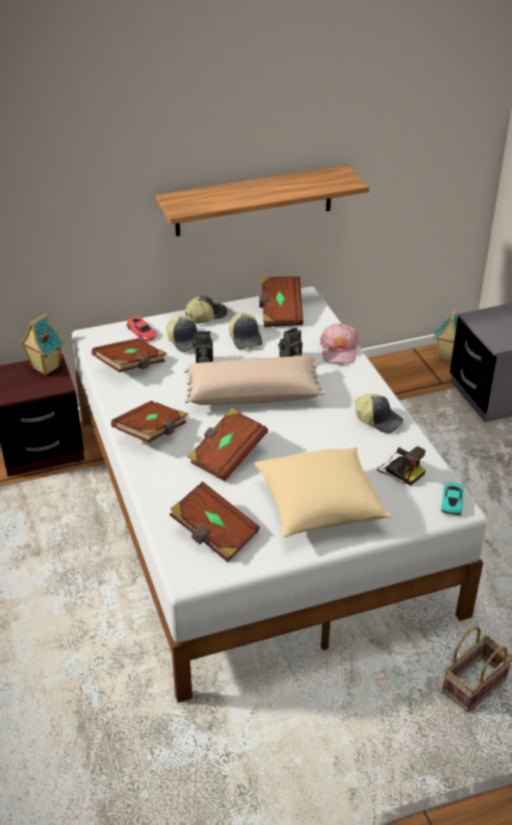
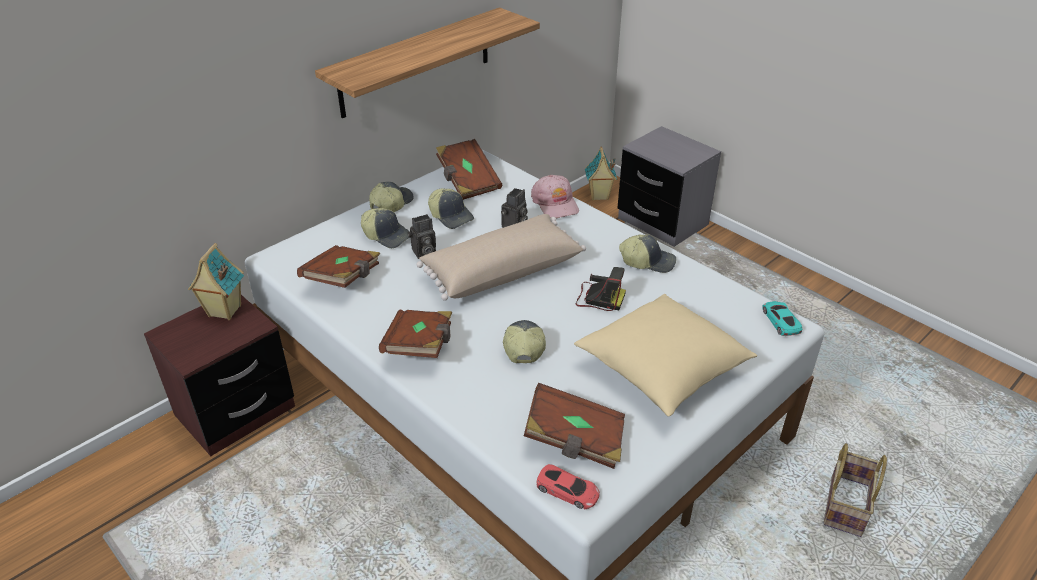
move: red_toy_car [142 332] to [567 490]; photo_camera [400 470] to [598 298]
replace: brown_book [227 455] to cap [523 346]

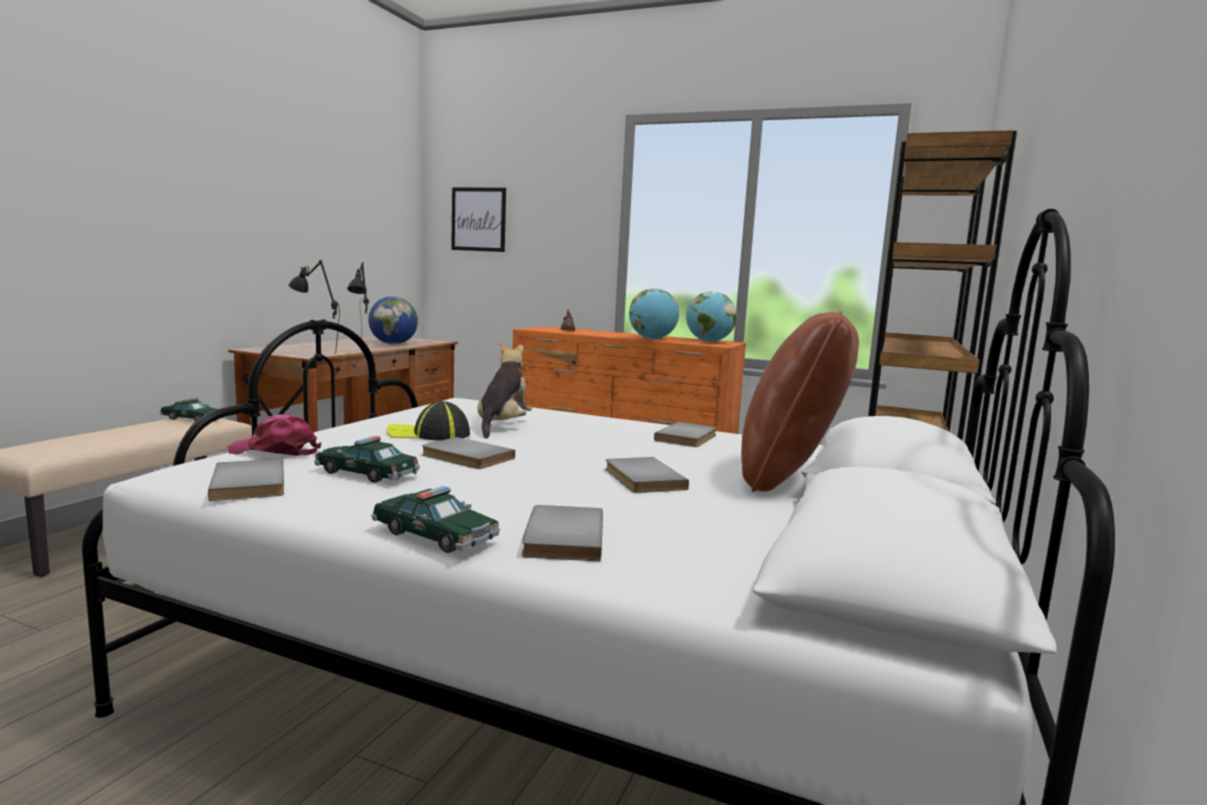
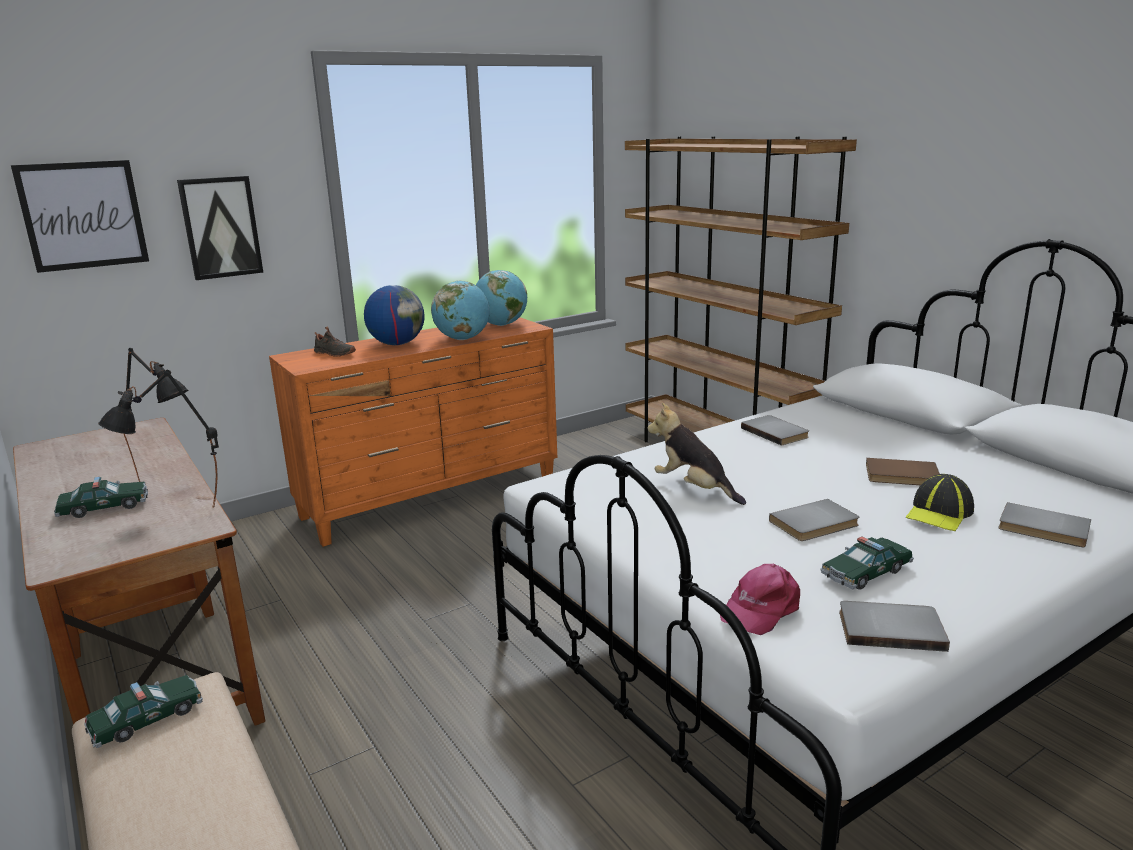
delete: brown_pillow [790 477]
insert: picture [221 227]
move: globe [393 344] to [397 344]; toy_car [434 536] to [104 507]; cap [429 434] to [939 513]
recolor: grey_book [641 479] to brown_book [902 476]

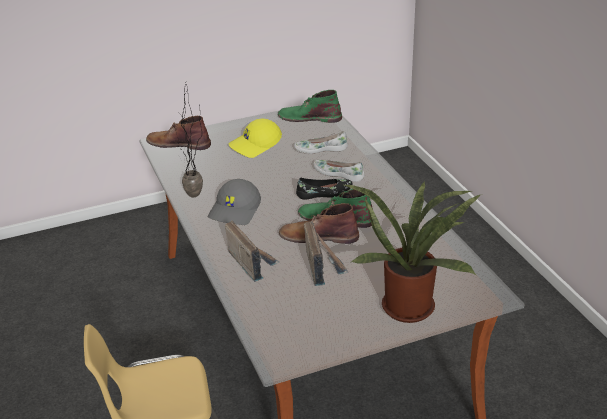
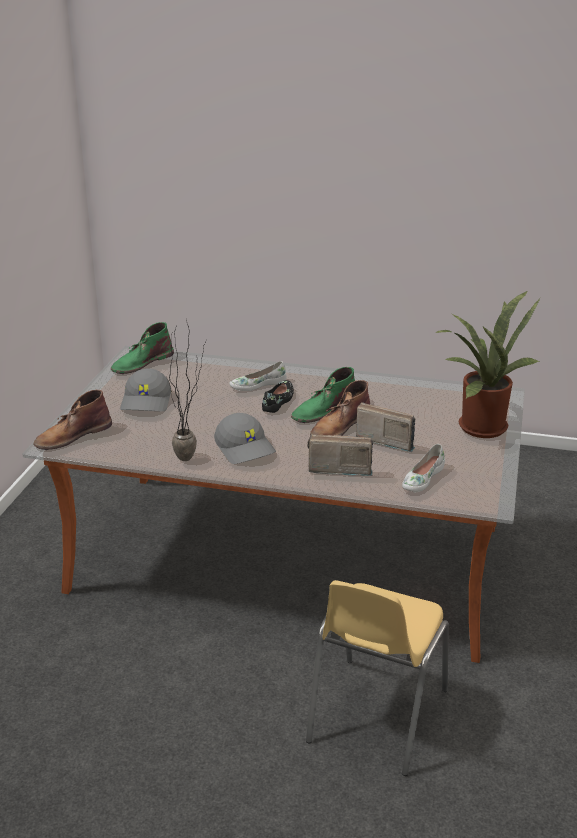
move: white_shoe [320 149] to [422 478]
recolor: yellow_cap [255 146] to grey_cap [147 401]

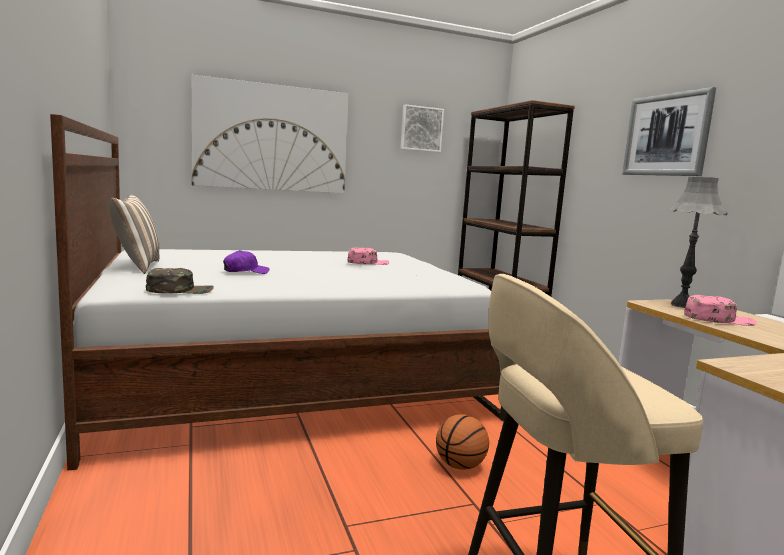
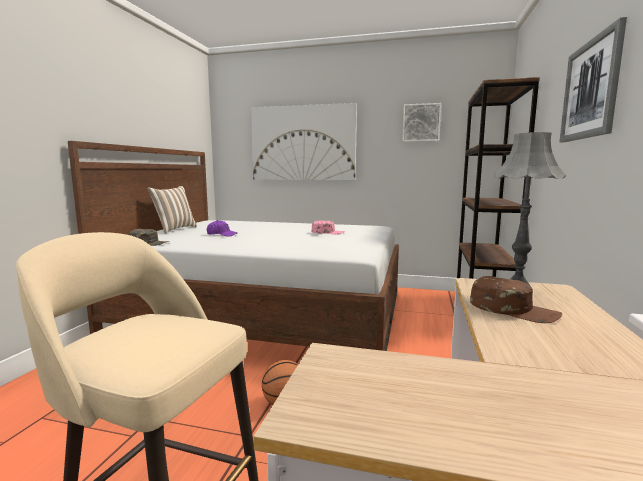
recolor: pink_cap [718 319] to brown_cap [513 309]

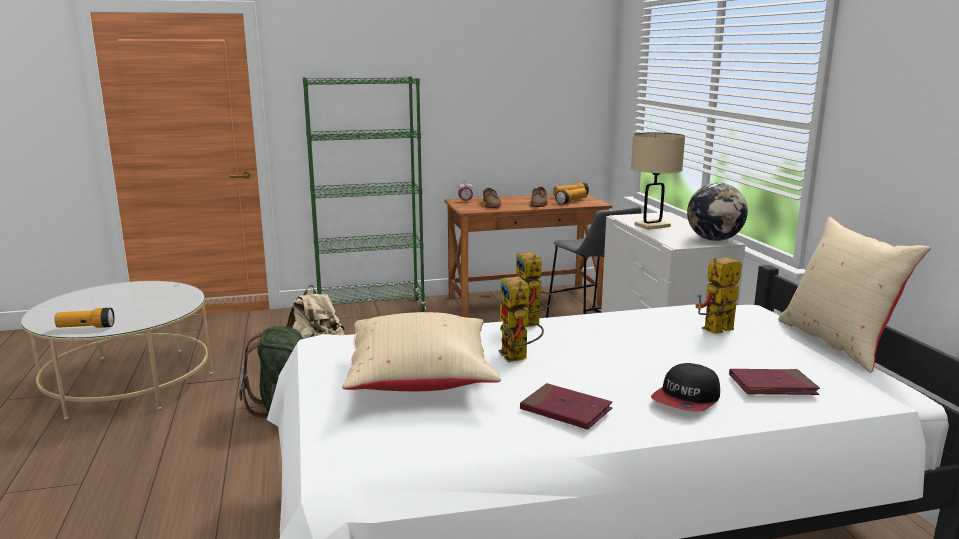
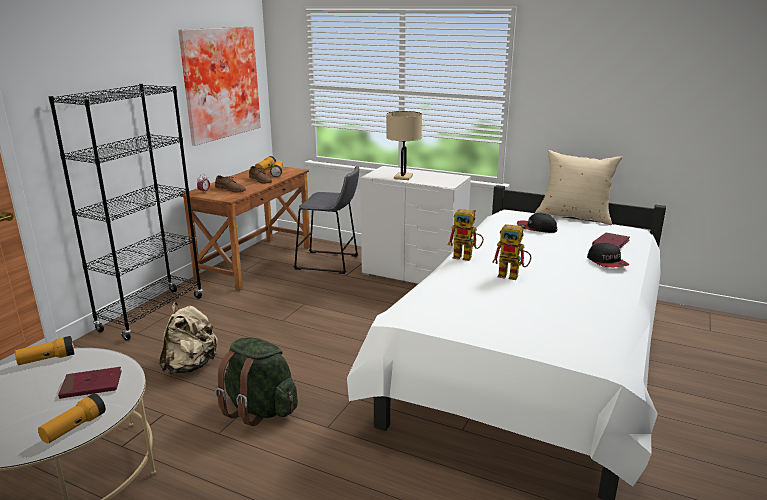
delete: beige_pillow [421 379]; globe [714 239]
insert: flashlight [47 359]; picture [219 83]
move: red_book [565 410] to [91 385]
replace: toy_robot [715 331] to cap [536 228]
recolor: green_bookcase [371 309] to black_bookcase [152 314]

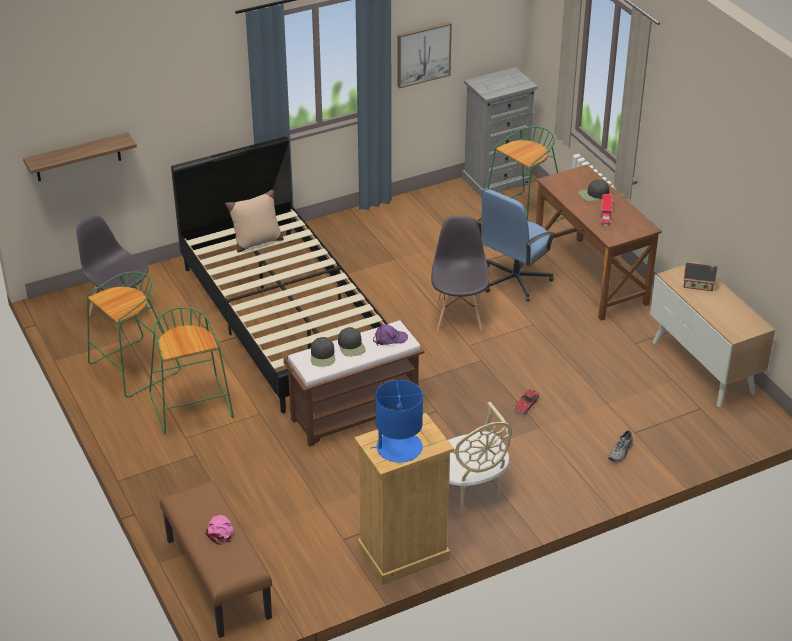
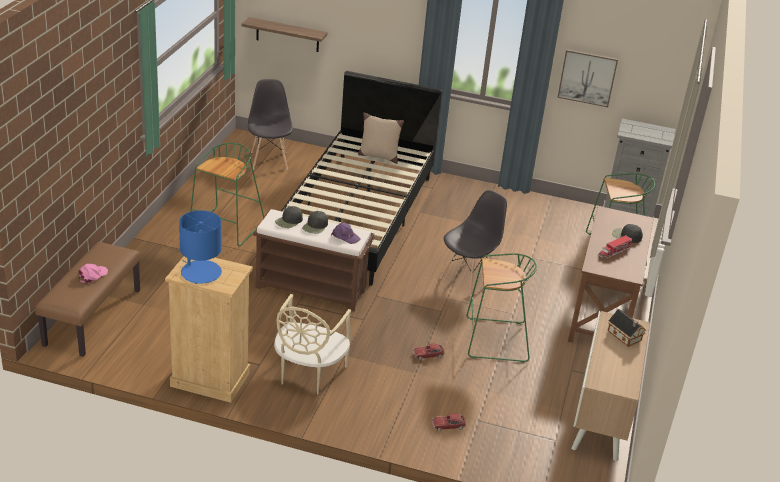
delete: blue_office_chair [514 280]
move: green_stool [133 369] to [494 340]
replace: grey_shoe [621 452] to toy_car [448 425]

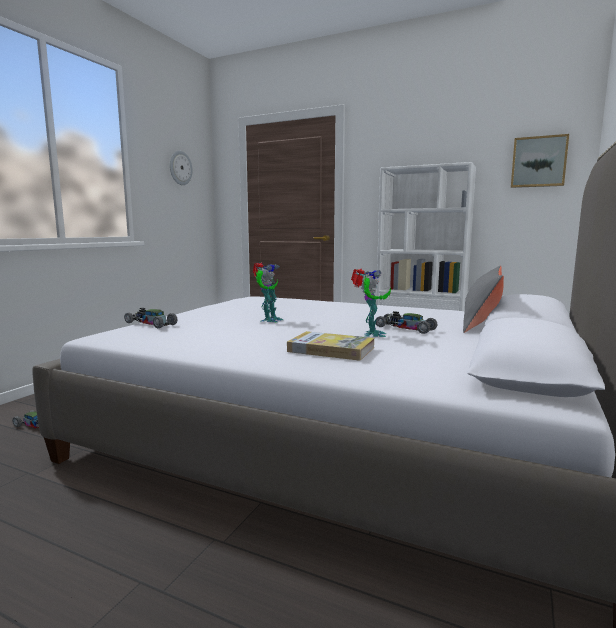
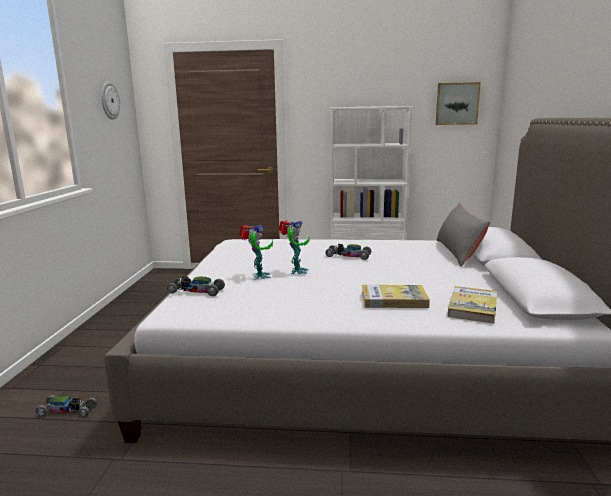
insert: book [472 307]
move: toy_robot [371 334] to [258 276]; toy_car [405 328] to [348 256]

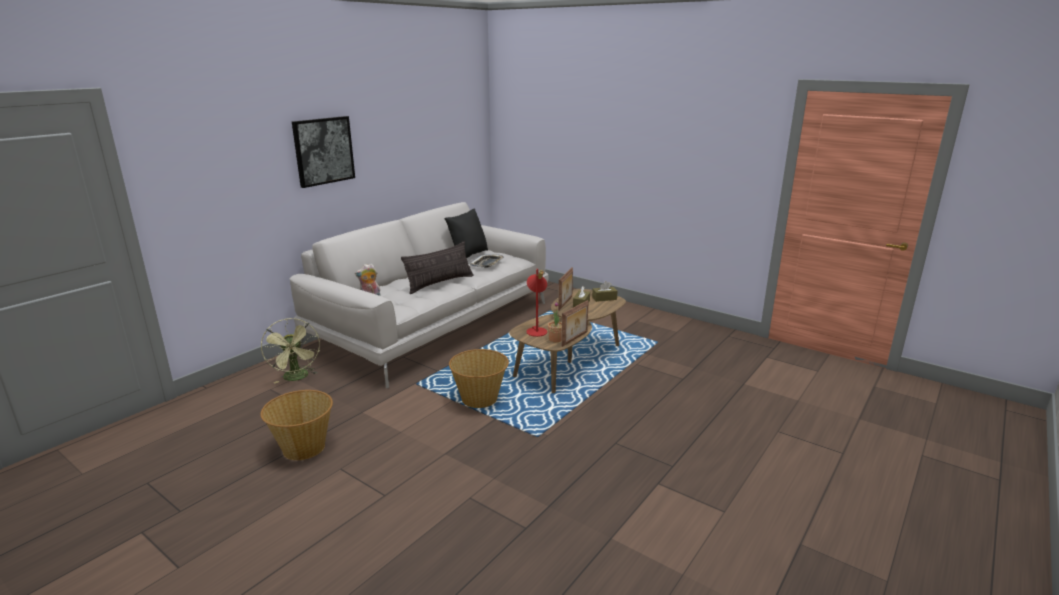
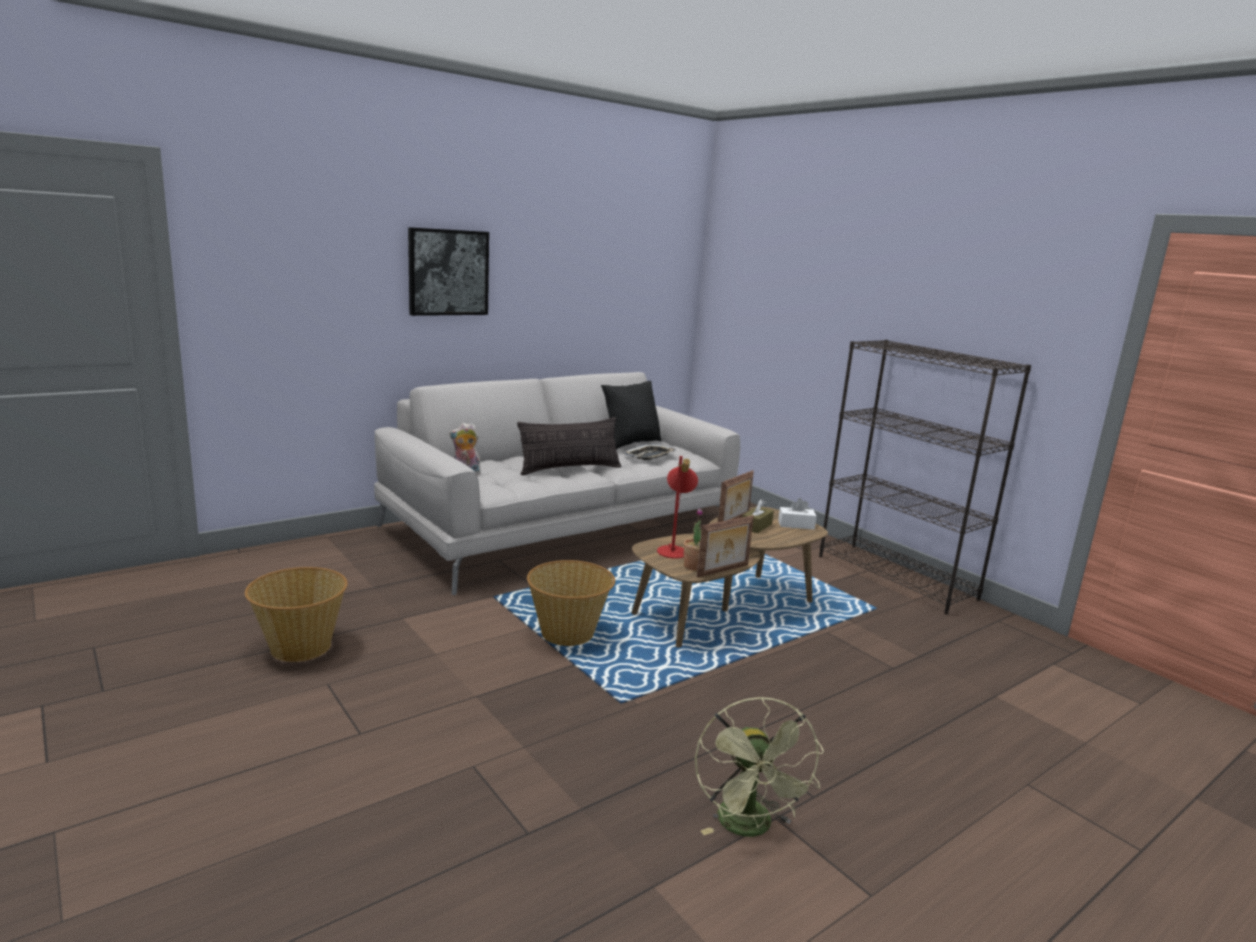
insert: black_bookcase [896 577]
move: green_fan [297 378] to [749 828]
recolor: brown_tissue_box [604 298] to white_tissue_box [796 525]

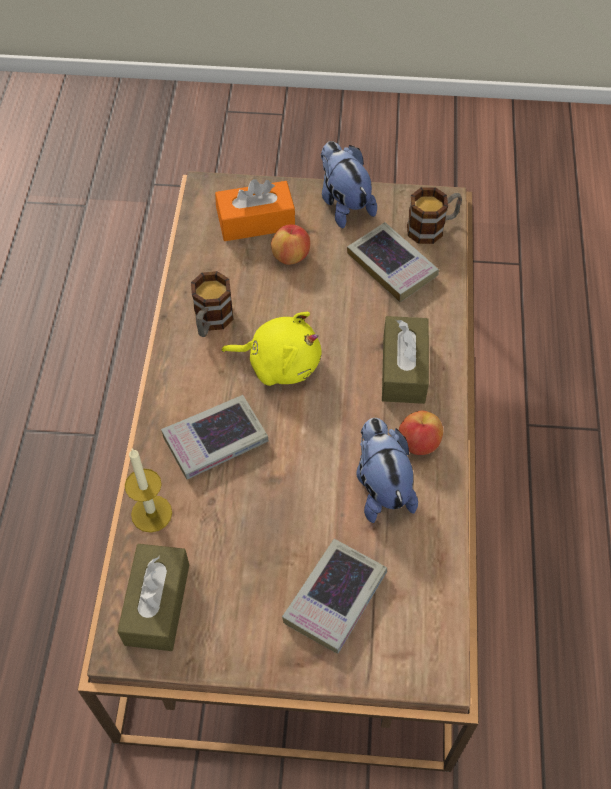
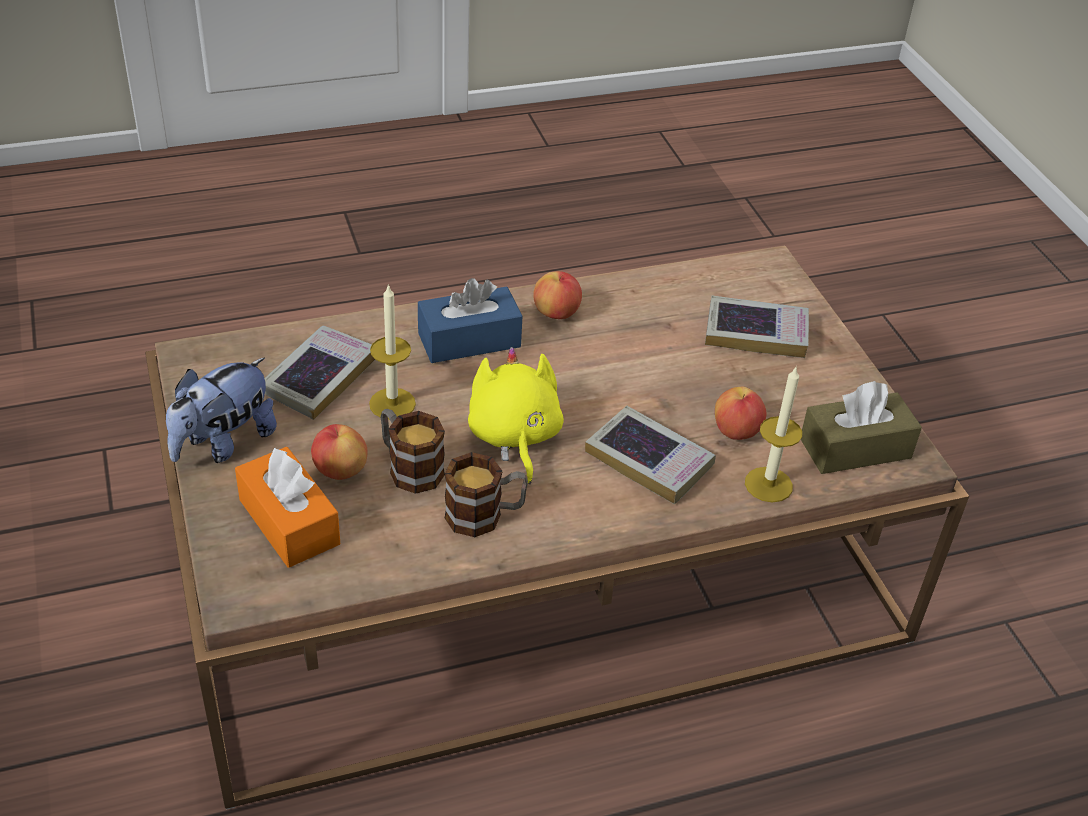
delete: plush_toy [381 486]
insert: candle [392 404]; apple [736 431]
move: mug [432 227] to [409 467]
recolor: brown_tissue_box [403 369] to blue_tissue_box [469 340]

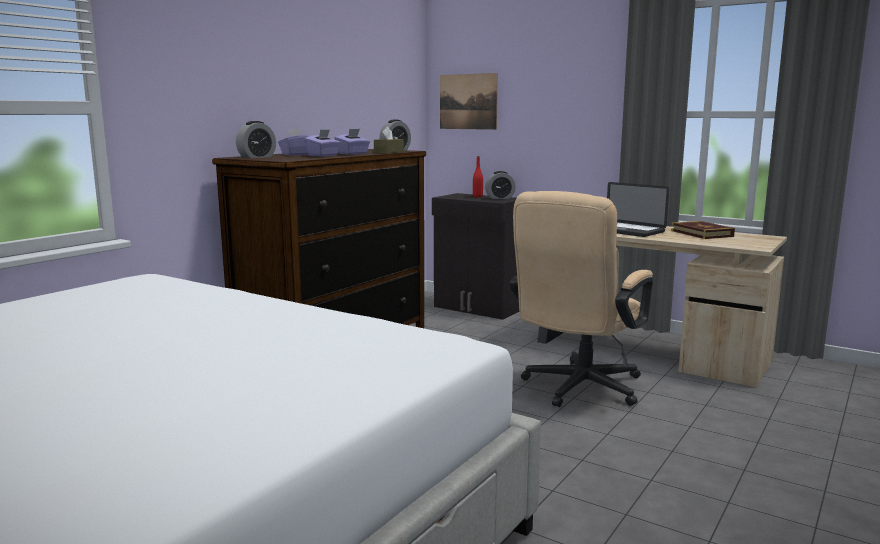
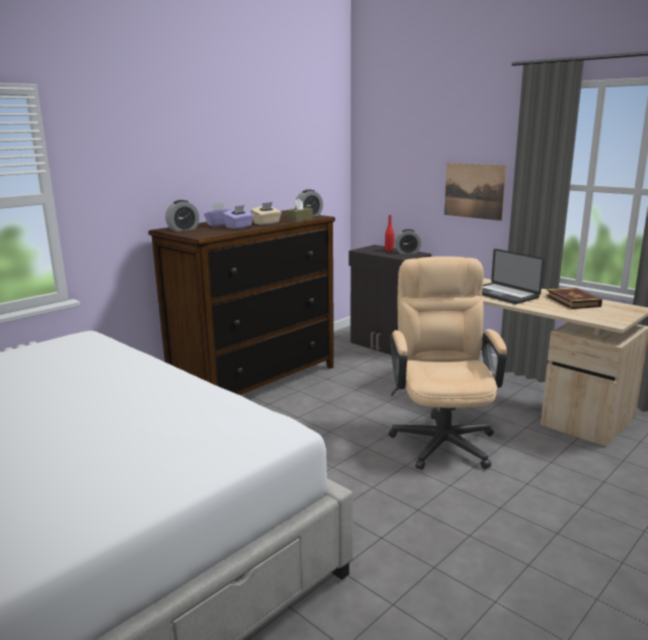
move: picture [468 101] to [474 191]
recolor: purple_tissue_box [353 154] to beige_tissue_box [266 223]
rotate: beige_office_chair [577 389] = [441 437] 135 degrees clockwise

